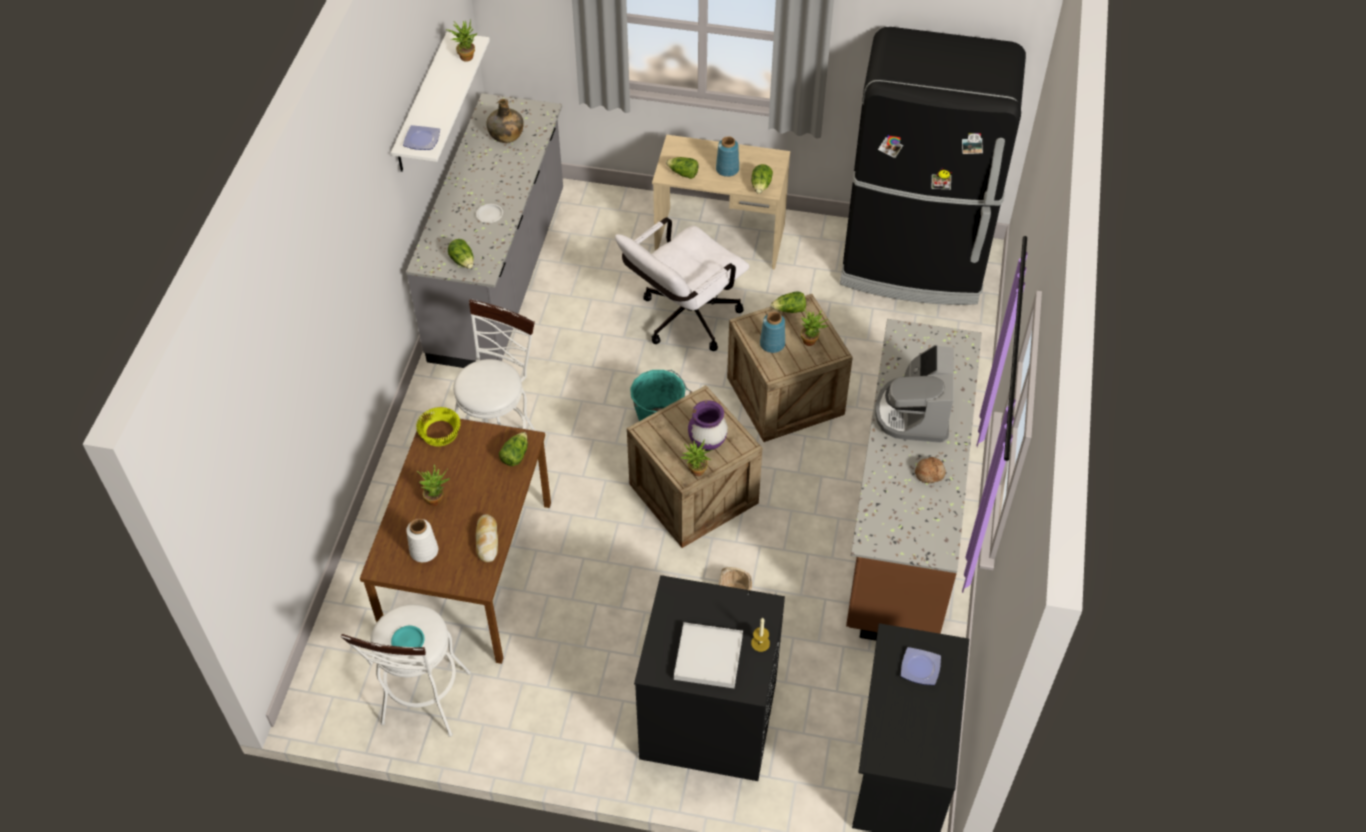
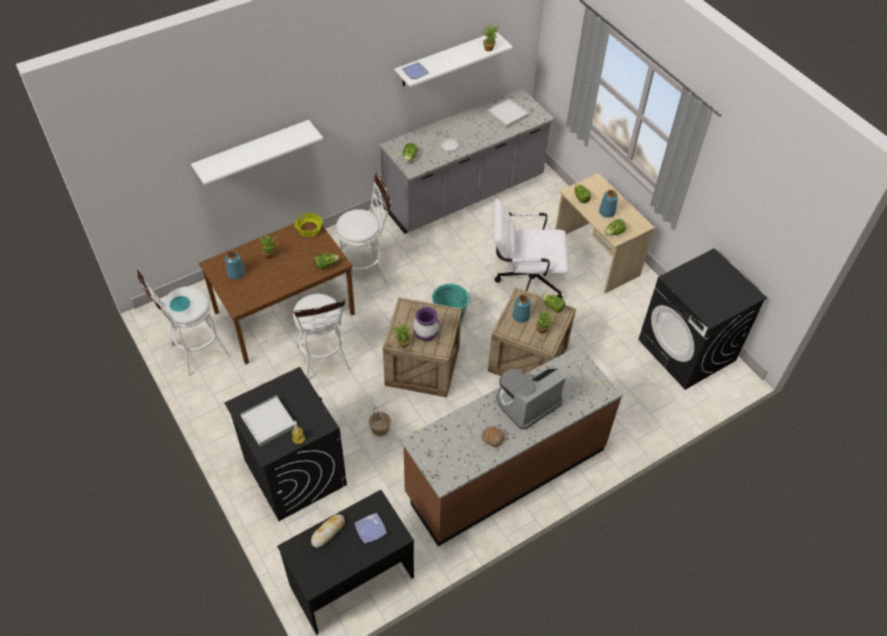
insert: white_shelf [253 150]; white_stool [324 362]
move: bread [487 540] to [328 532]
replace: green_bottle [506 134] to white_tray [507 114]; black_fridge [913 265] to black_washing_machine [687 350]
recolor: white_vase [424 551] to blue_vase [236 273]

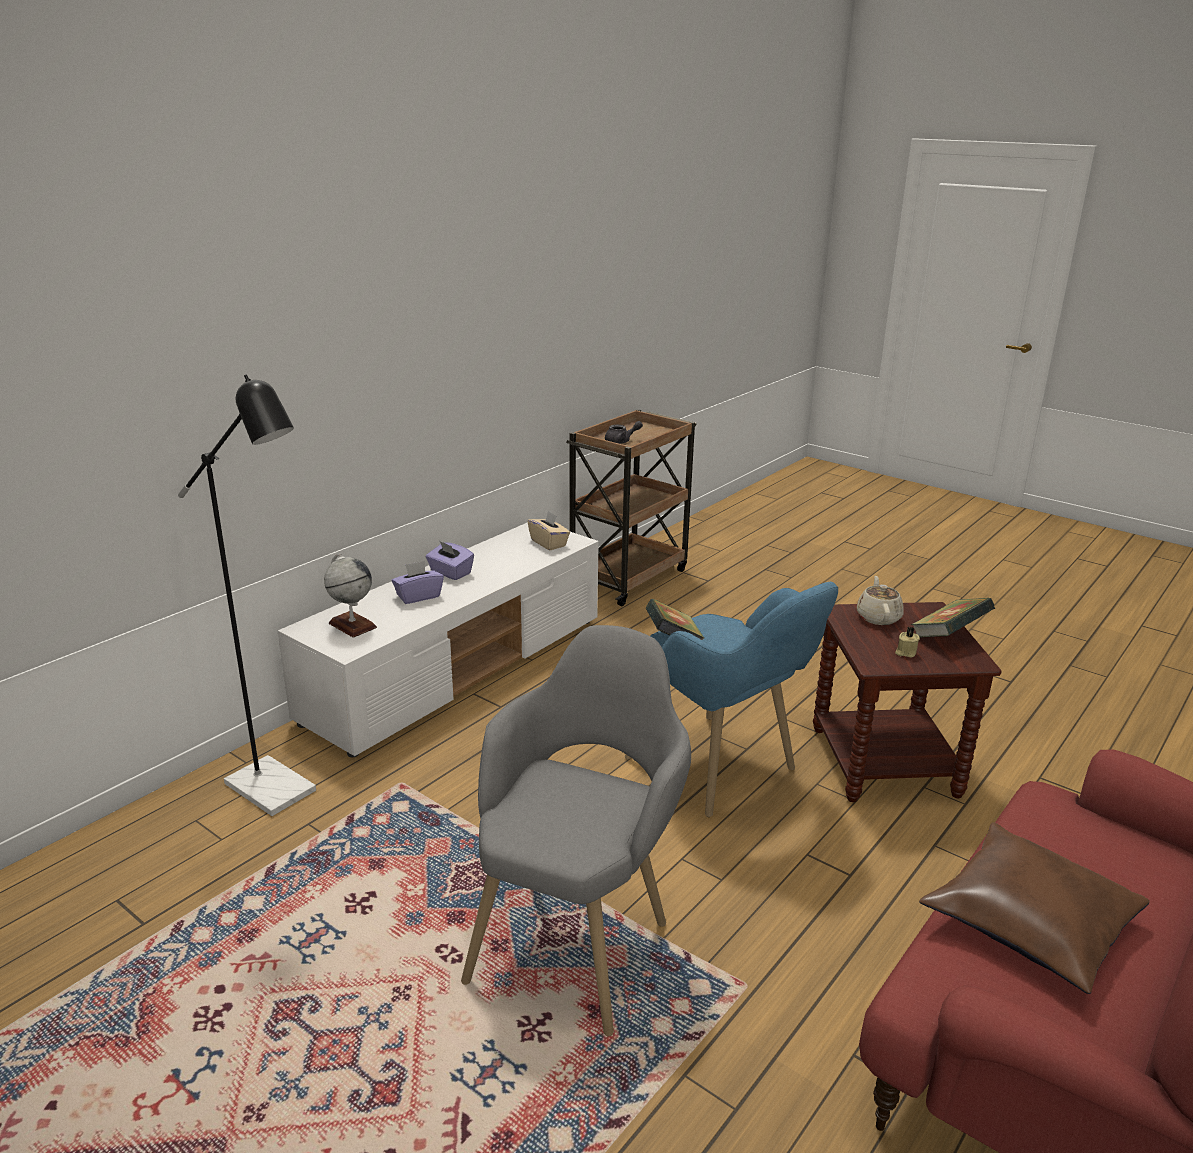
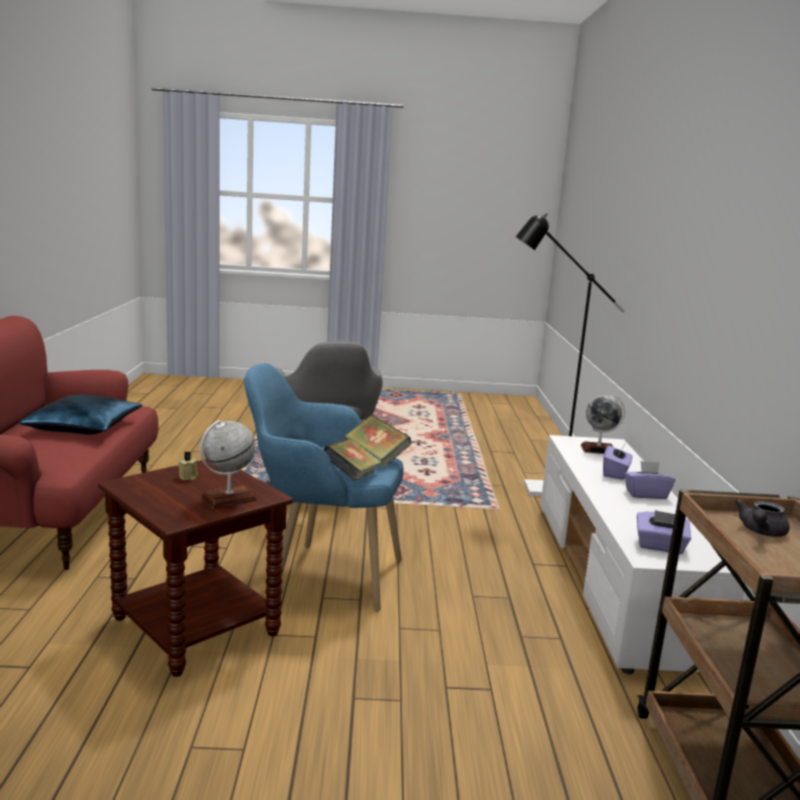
move: book [948 637] to [351 477]
replace: beige_teapot [878 617] to globe [228 499]
recolor: beige_tissue_box [549 543] to purple_tissue_box [660 546]; brown_pillow [1029 921] to blue_pillow [84 426]

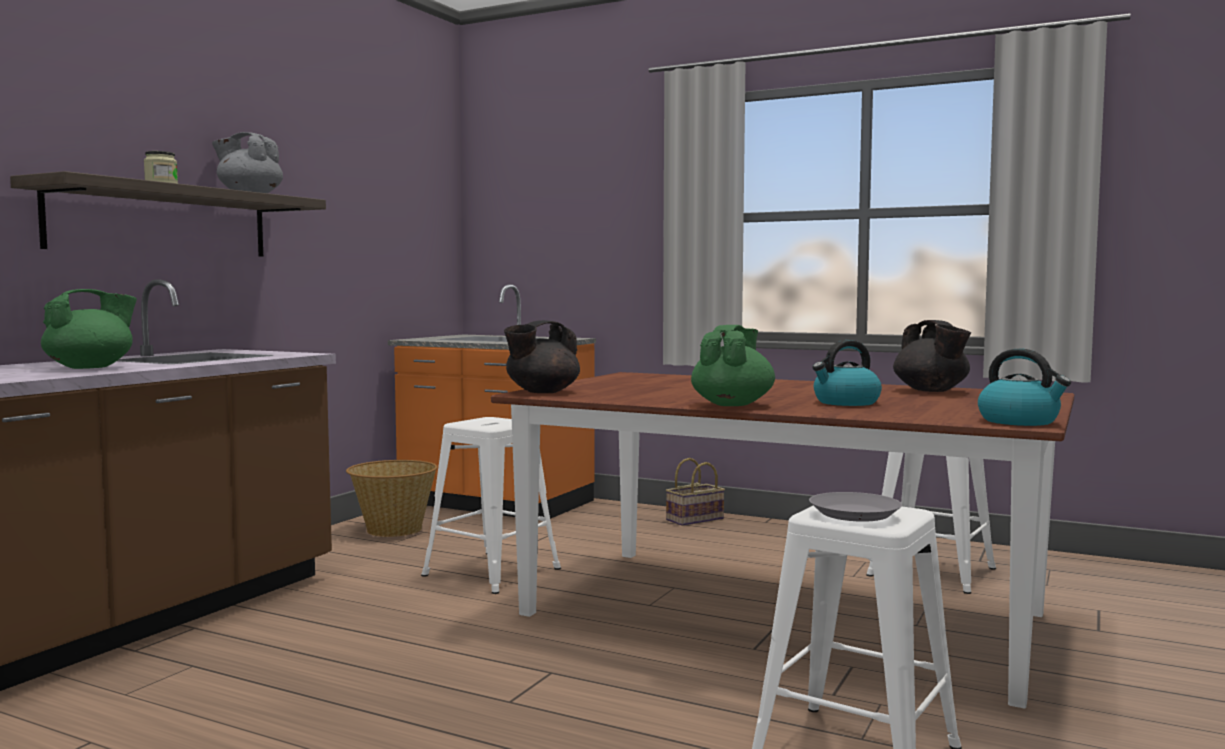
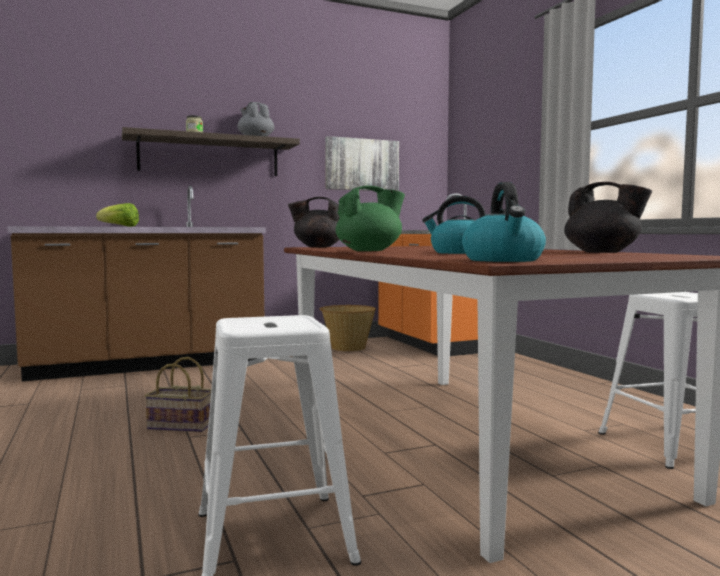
delete: white_stool [491 571]; grey_plate [853 513]
insert: picture [362 164]
move: basket [694 520] to [179 426]
replace: green_teapot [91 368] to lettuce [120 226]
rotate: black_teapot [931 391] = [603 253] 75 degrees counterclockwise

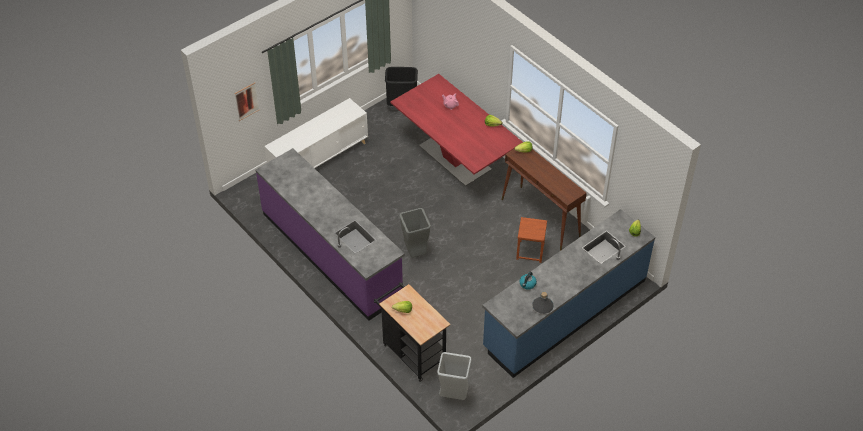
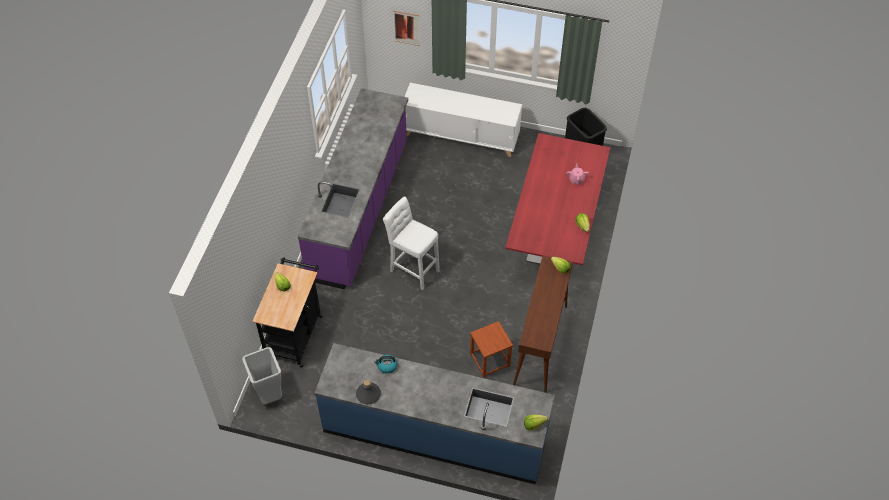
replace: grey_trash_can [415 252] to white_stool [413 269]

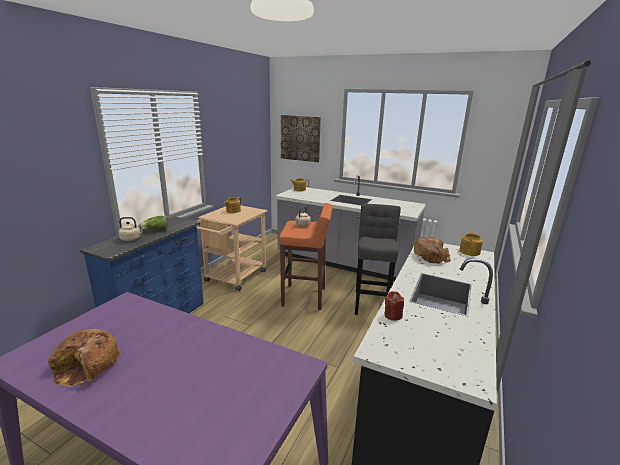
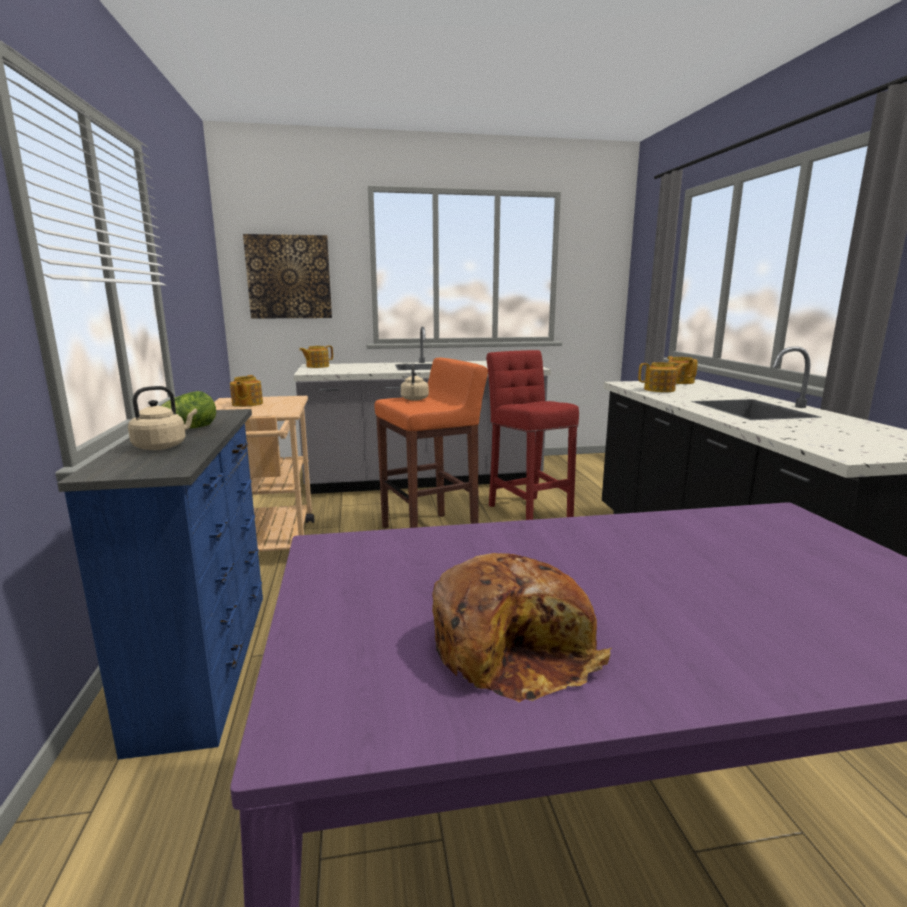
delete: red_candle [392 315]
replace: bread [431 256] to teapot [660 390]
recolor: grey_stool [372 302] to red_stool [527 511]

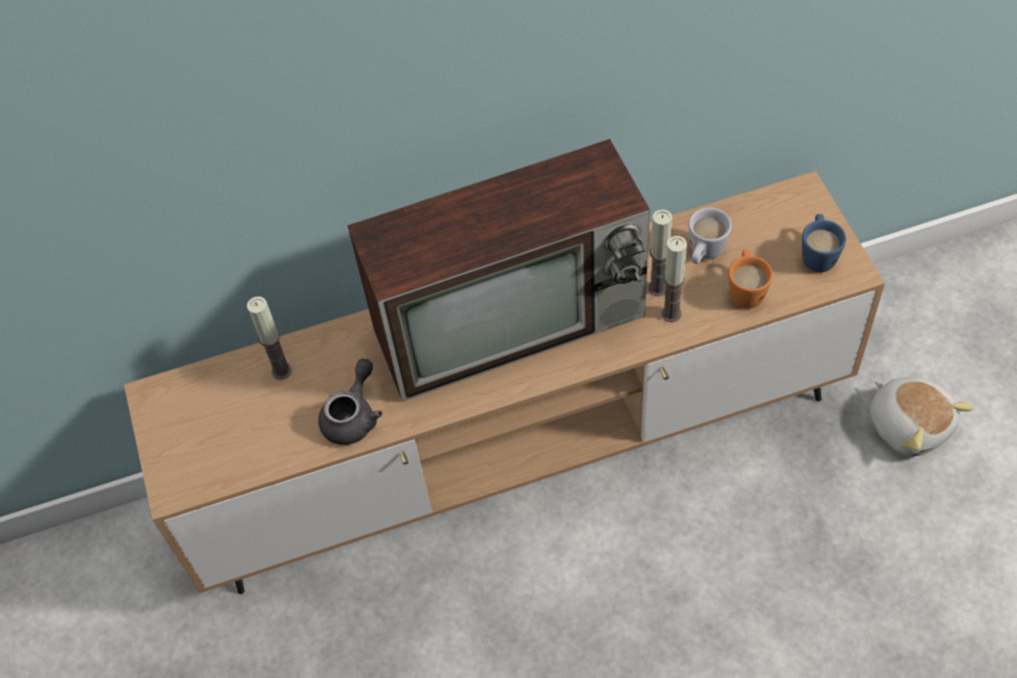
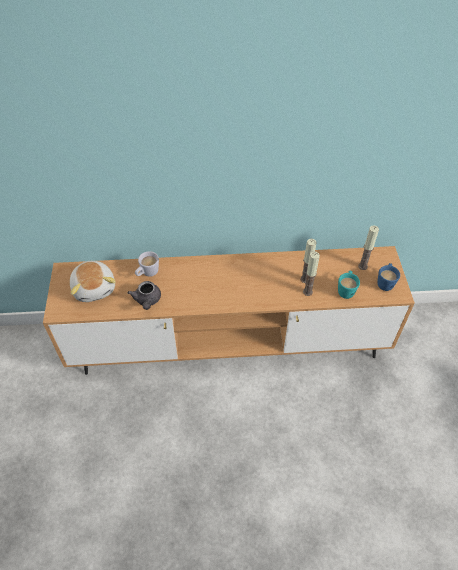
delete: television [513 320]
move: candle [281 371] to [362 266]; white_mug [704 254] to [147 273]; plush_toy [909 424] to [95 288]
recolor: orange_mug [746 290] to turquoise_mug [346 290]
rotate: grey_teapot [353 416] = [147 301] 135 degrees clockwise

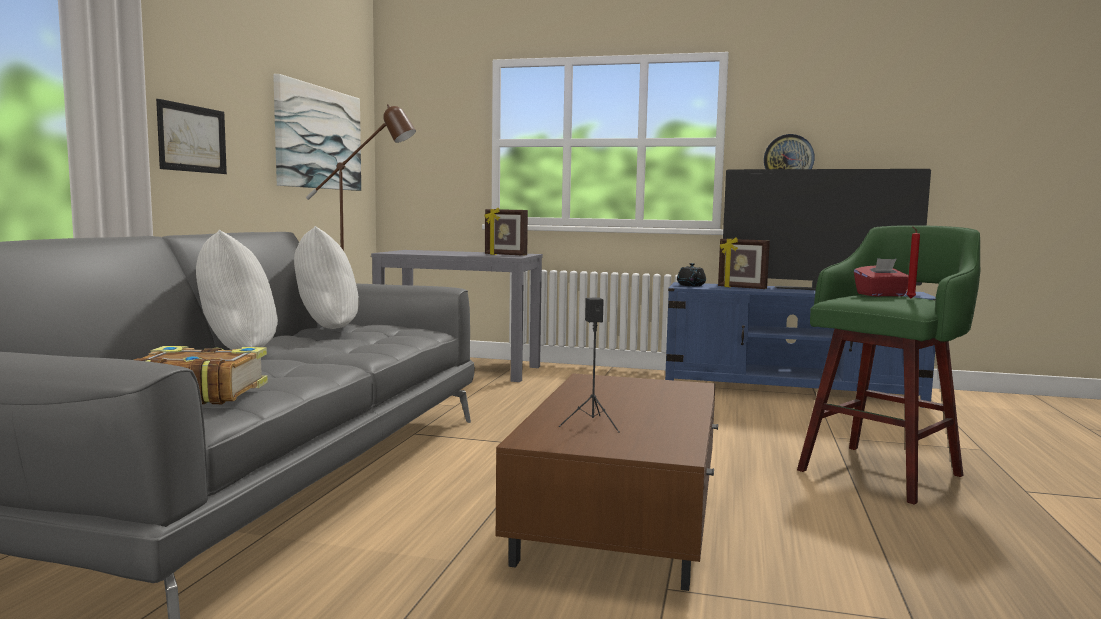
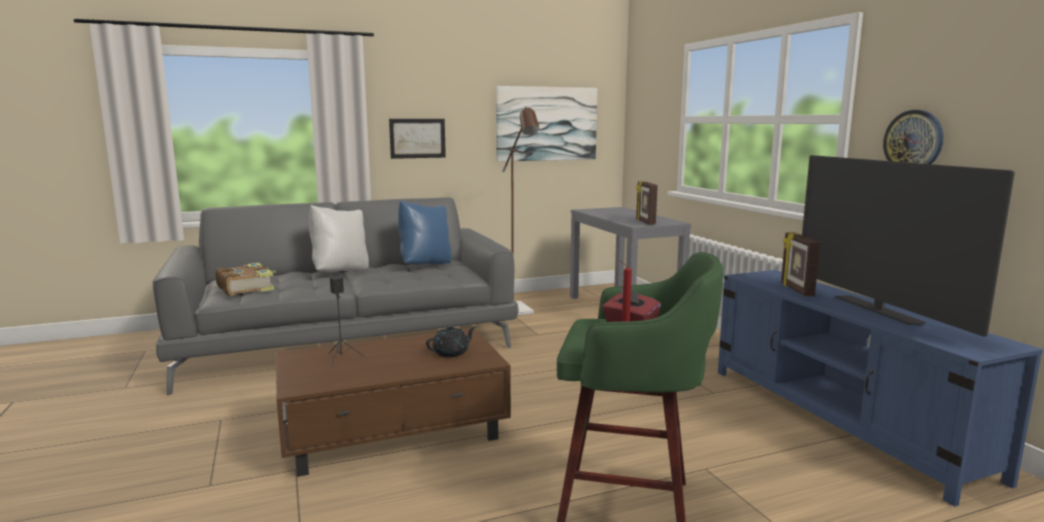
move: black_teapot [691 285] to [451 353]
recolor: white_pillow [325 331] to blue_pillow [425 265]

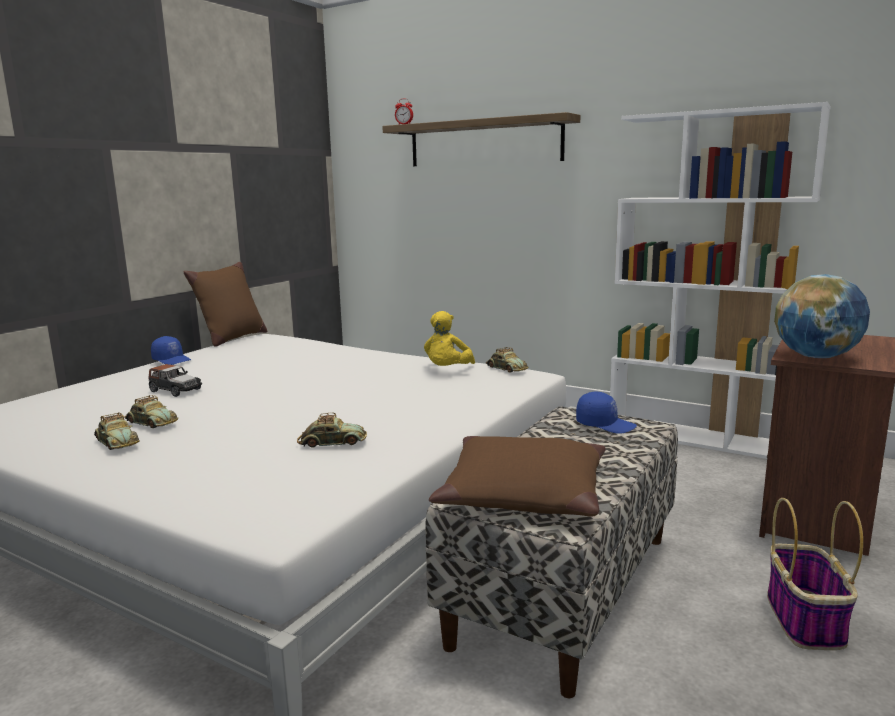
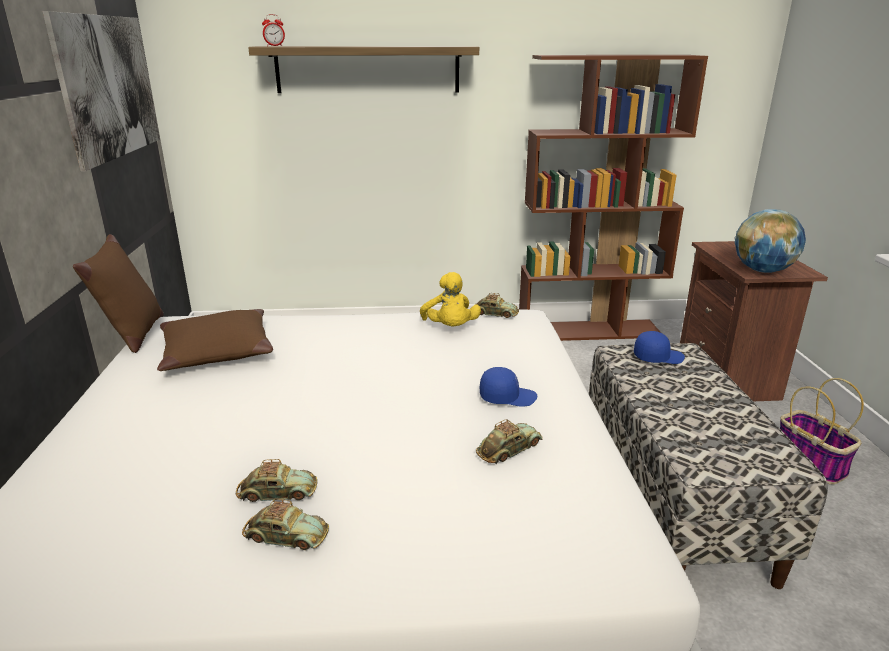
delete: toy_car [175 390]
insert: picture [109 87]
move: blue_cap [172 360] to [507 397]; brown_pillow [523 494] to [217 352]
recolor: white_bookcase [698 438] to brown_bookcase [589 331]

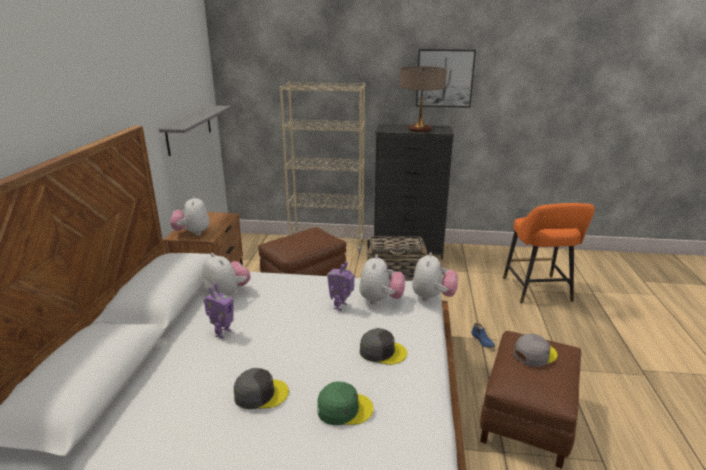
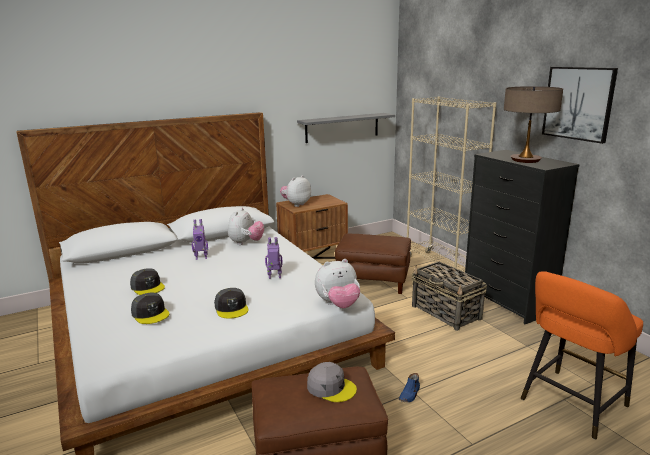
delete: plush_toy [380 300]
recolor: green_cap [344 408] to grey_cap [150 313]

